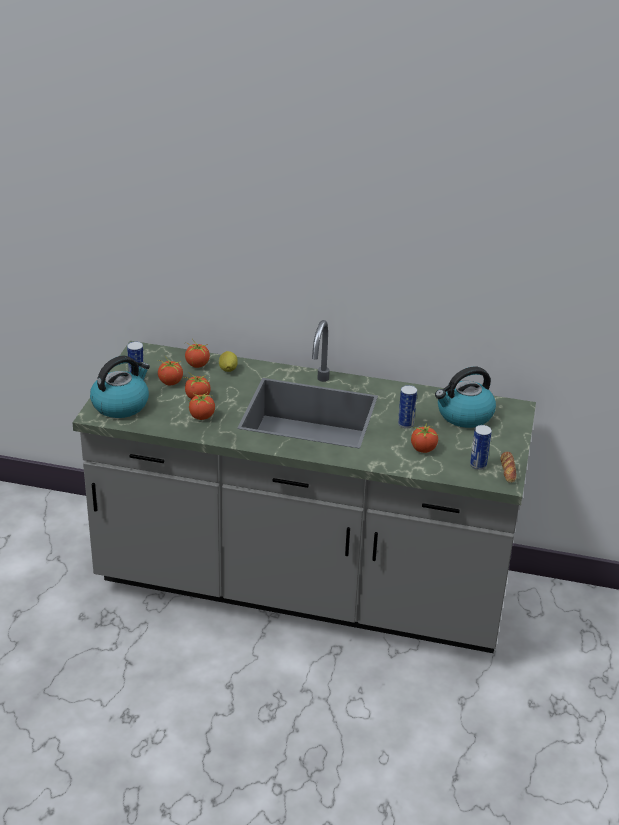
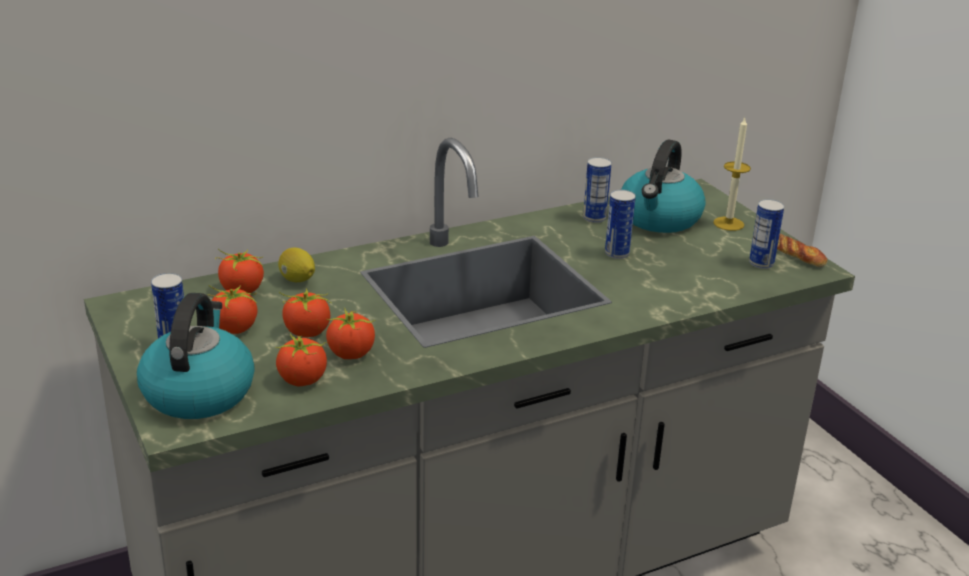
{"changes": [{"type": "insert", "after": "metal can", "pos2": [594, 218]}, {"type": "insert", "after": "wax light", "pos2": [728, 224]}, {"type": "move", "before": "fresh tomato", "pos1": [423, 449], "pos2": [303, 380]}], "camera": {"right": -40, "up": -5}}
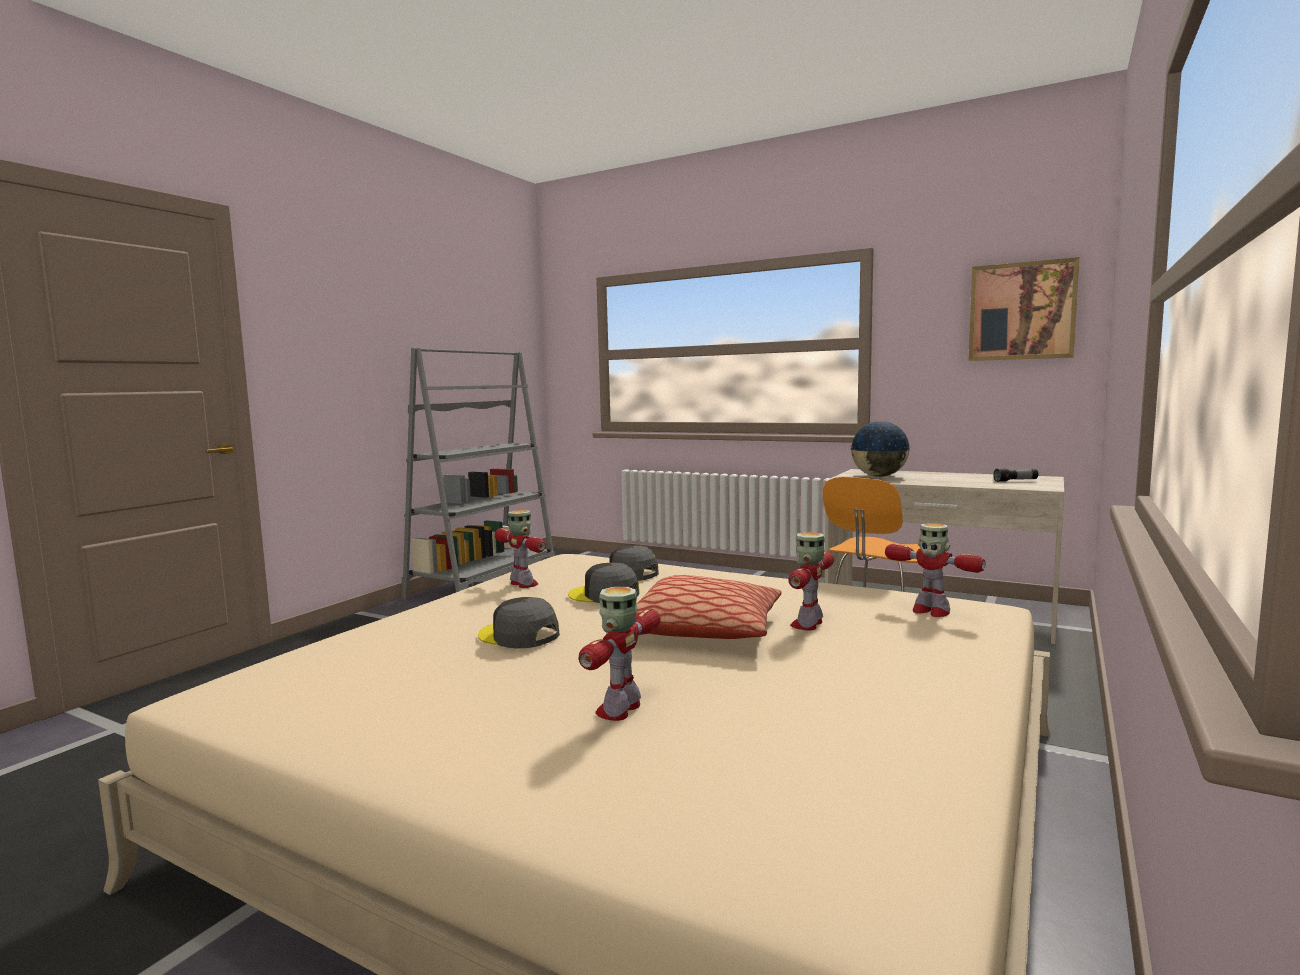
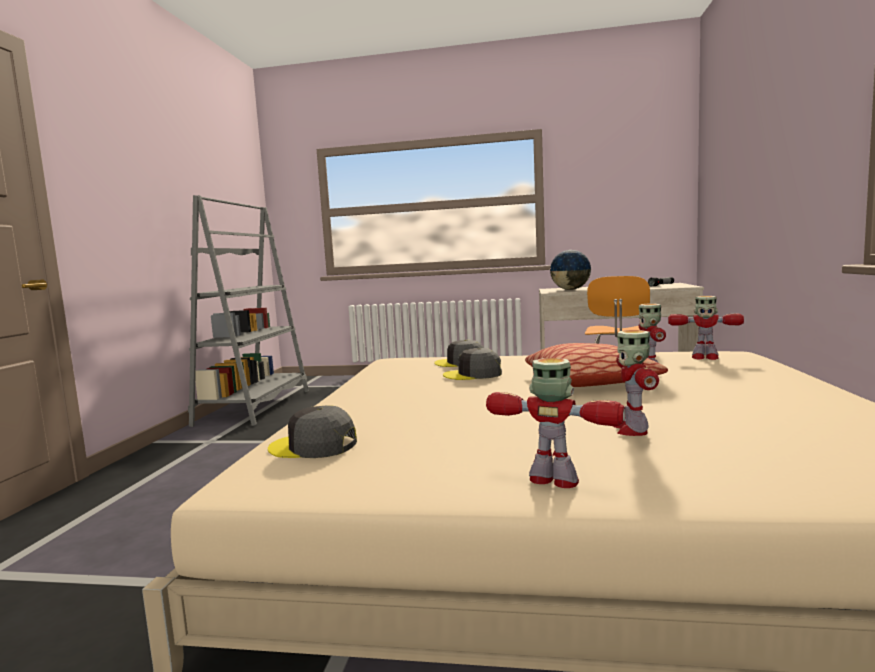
{"changes": [{"type": "delete", "before": "wall art", "pos1": [1022, 311]}, {"type": "move", "before": "peaked cap (greyish)", "pos1": [518, 635], "pos2": [313, 446]}, {"type": "move", "before": "model robot", "pos1": [523, 584], "pos2": [555, 480]}], "camera": {"right": -20, "up": 0}}
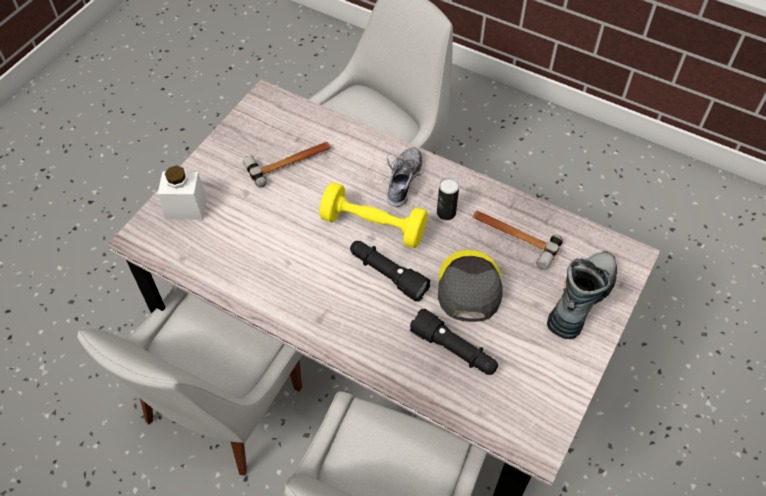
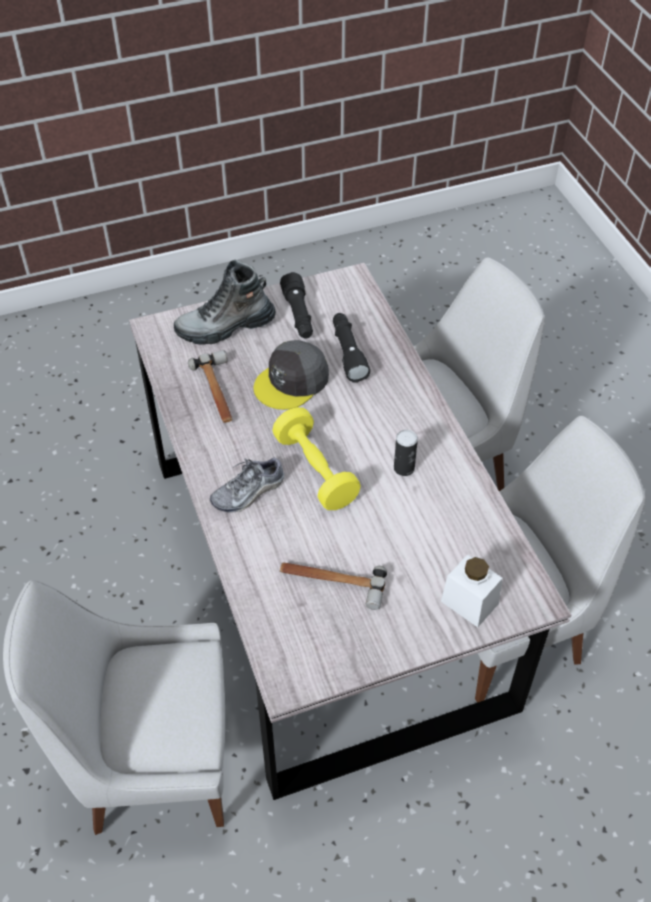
{"changes": [{"type": "move", "before": "hand torch (blackish)", "pos1": [387, 274], "pos2": [298, 315]}, {"type": "move", "before": "metal can", "pos1": [446, 212], "pos2": [404, 468]}], "camera": {"right": -140, "up": -5}}
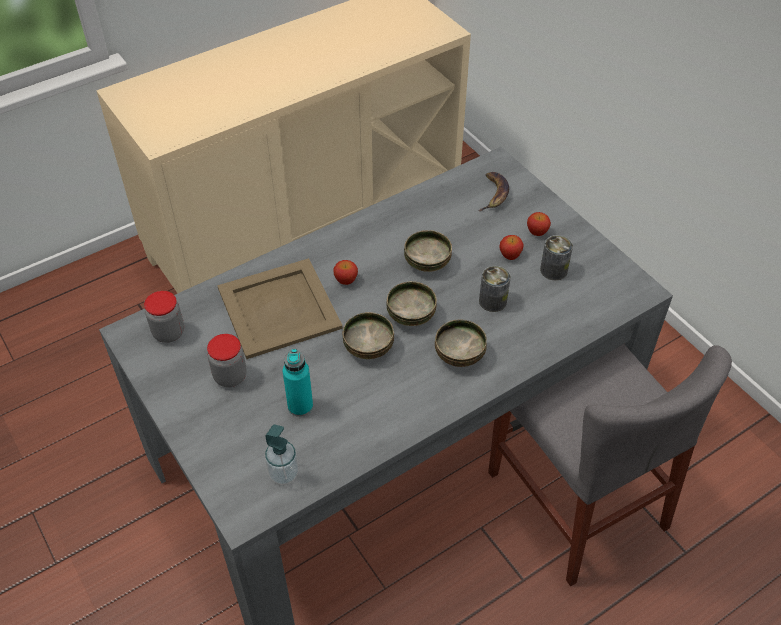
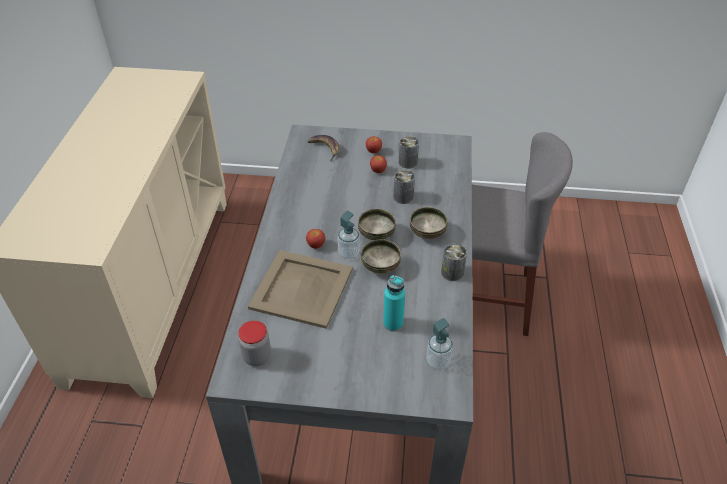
{"changes": [{"type": "delete", "before": "storage jar", "pos1": [230, 376]}, {"type": "delete", "before": "bowl", "pos1": [427, 262]}, {"type": "insert", "after": "soap bottle", "pos2": [349, 253]}, {"type": "insert", "after": "metal can", "pos2": [452, 272]}], "camera": {"right": -50, "up": -5}}
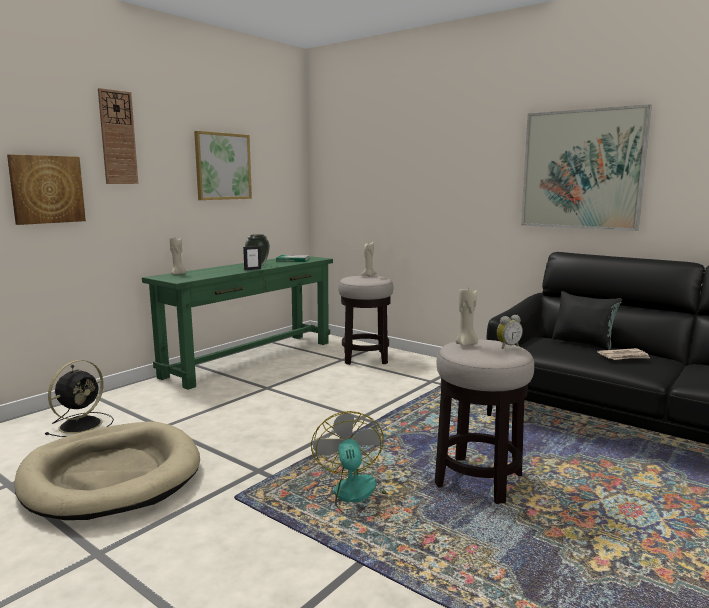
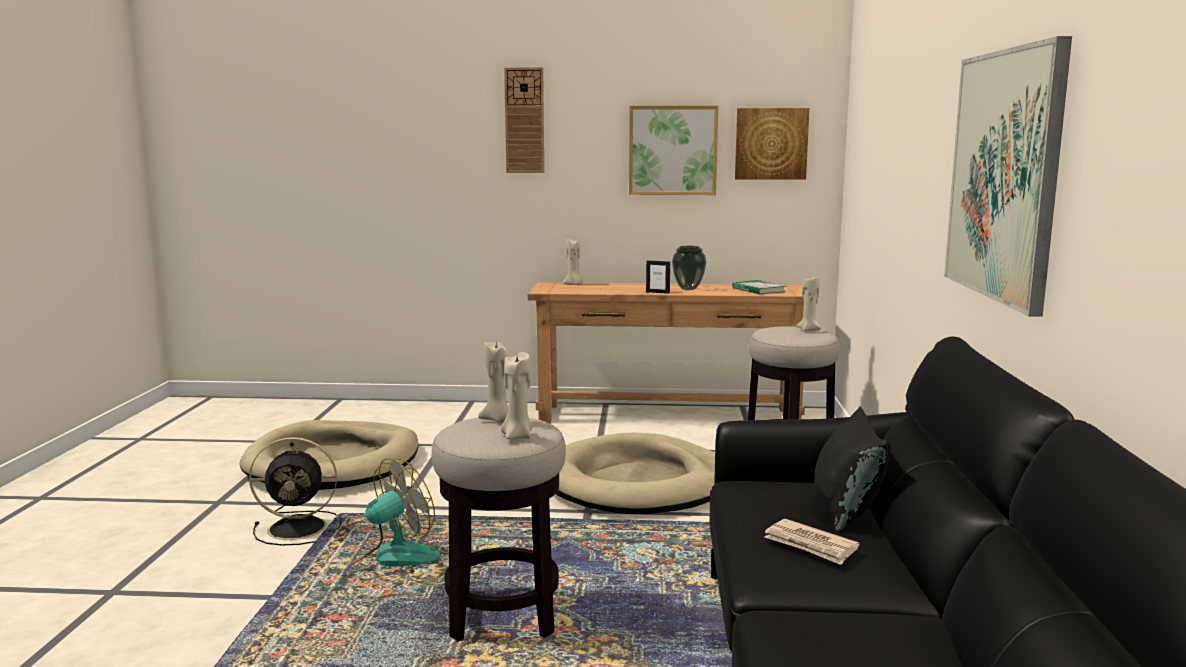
{"changes": [{"type": "insert", "after": "dog cushion (sand-coloured)", "pos2": [638, 483]}, {"type": "move", "before": "wall art", "pos1": [47, 189], "pos2": [771, 144]}, {"type": "move", "before": "electric fan (blackish)", "pos1": [82, 424], "pos2": [300, 528]}, {"type": "replace", "before": "bedside clock", "after": "wax light (sand-coloured)", "pos1": [507, 346], "pos2": [517, 436]}, {"type": "recolor", "before": "hall table (greenish)", "after": "hall table (brown-coloured)", "pos1": [251, 359], "pos2": [668, 416]}], "camera": {"right": 55, "up": 0}}
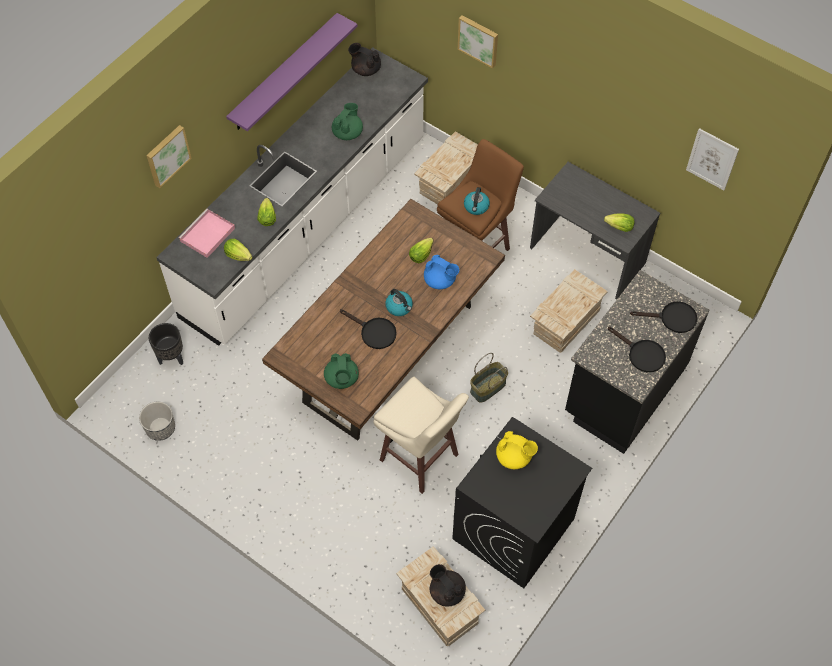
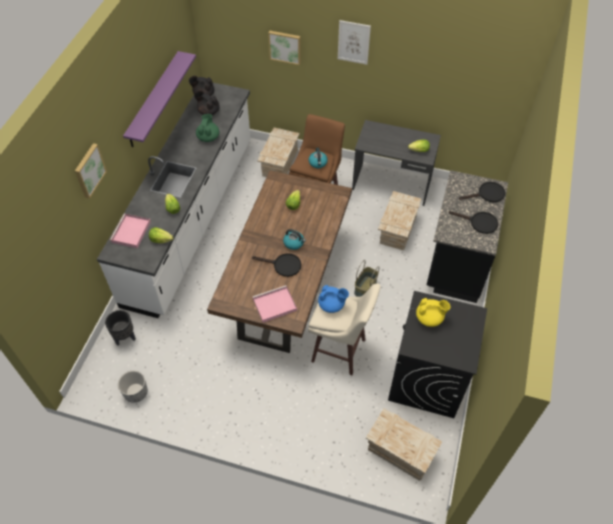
{"changes": [{"type": "move", "before": "pot for tea (bluish)", "pos1": [440, 281], "pos2": [332, 305]}, {"type": "move", "before": "pot for tea (blackish)", "pos1": [446, 591], "pos2": [208, 111]}, {"type": "move", "before": "wall art", "pos1": [712, 159], "pos2": [353, 42]}, {"type": "replace", "before": "pot for tea (greenish)", "after": "serving tray (pink)", "pos1": [342, 379], "pos2": [274, 305]}], "camera": {"right": -20, "up": -5}}
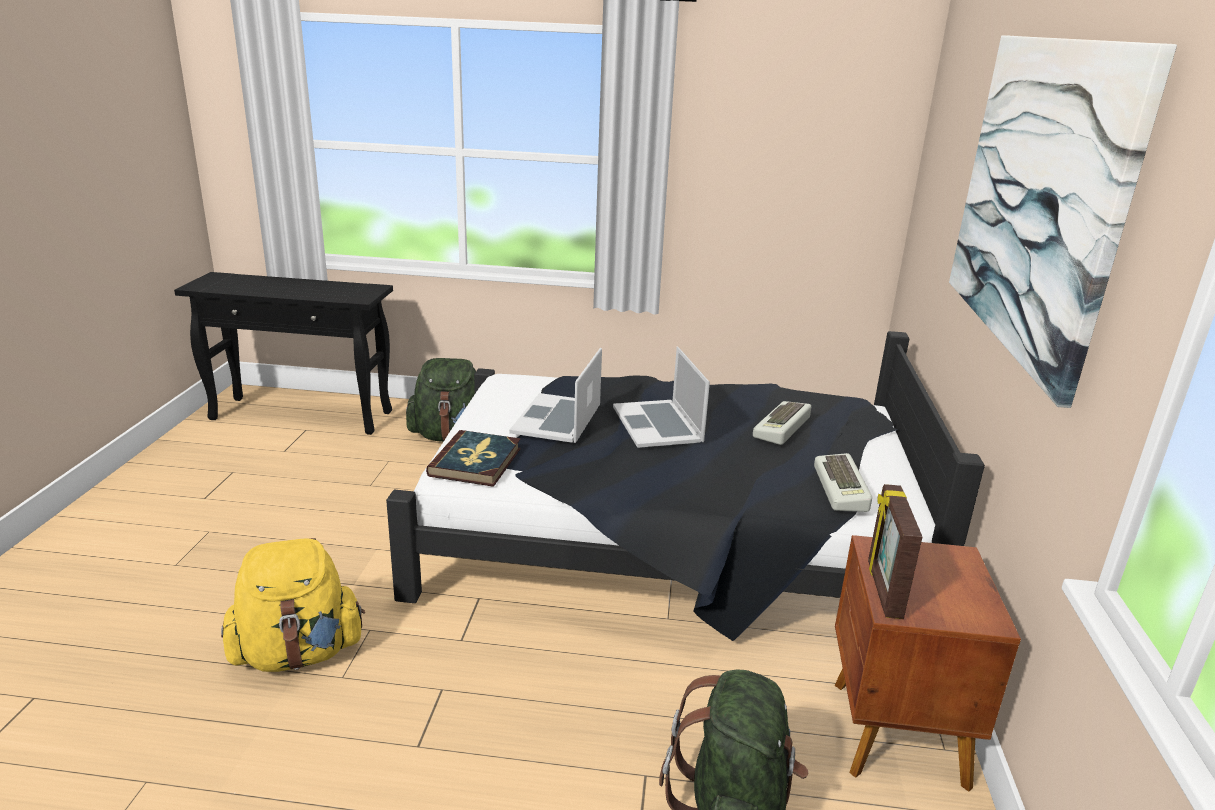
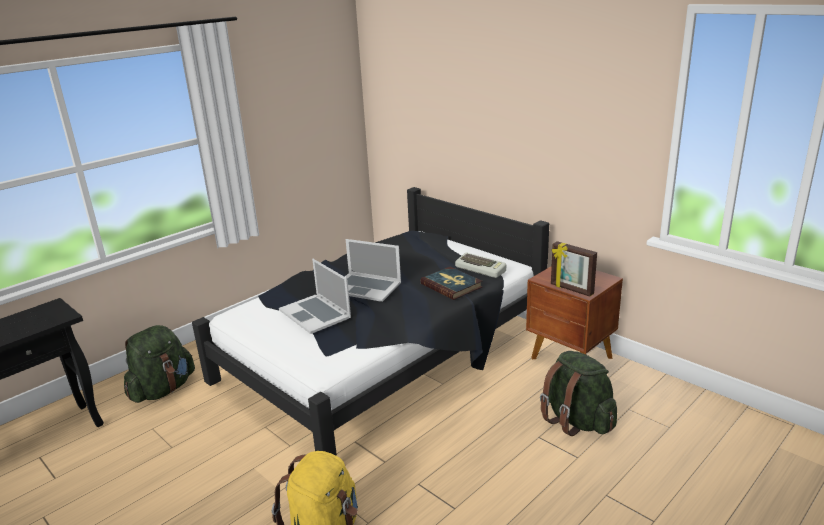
{"changes": [{"type": "delete", "before": "keyboard", "pos1": [783, 428]}, {"type": "delete", "before": "wall art", "pos1": [1037, 197]}, {"type": "move", "before": "volume", "pos1": [476, 462], "pos2": [451, 285]}], "camera": {"right": -50, "up": 0}}
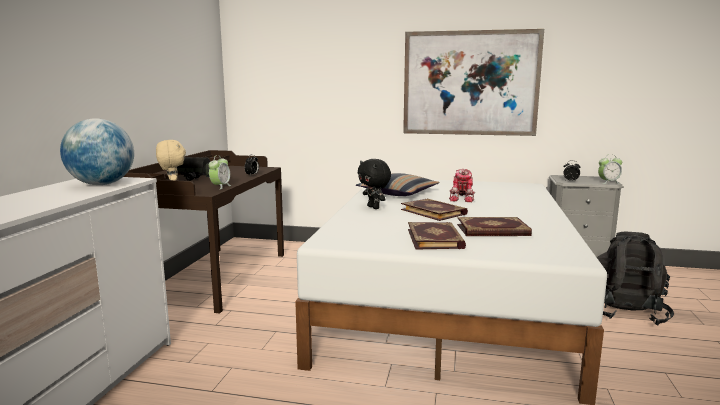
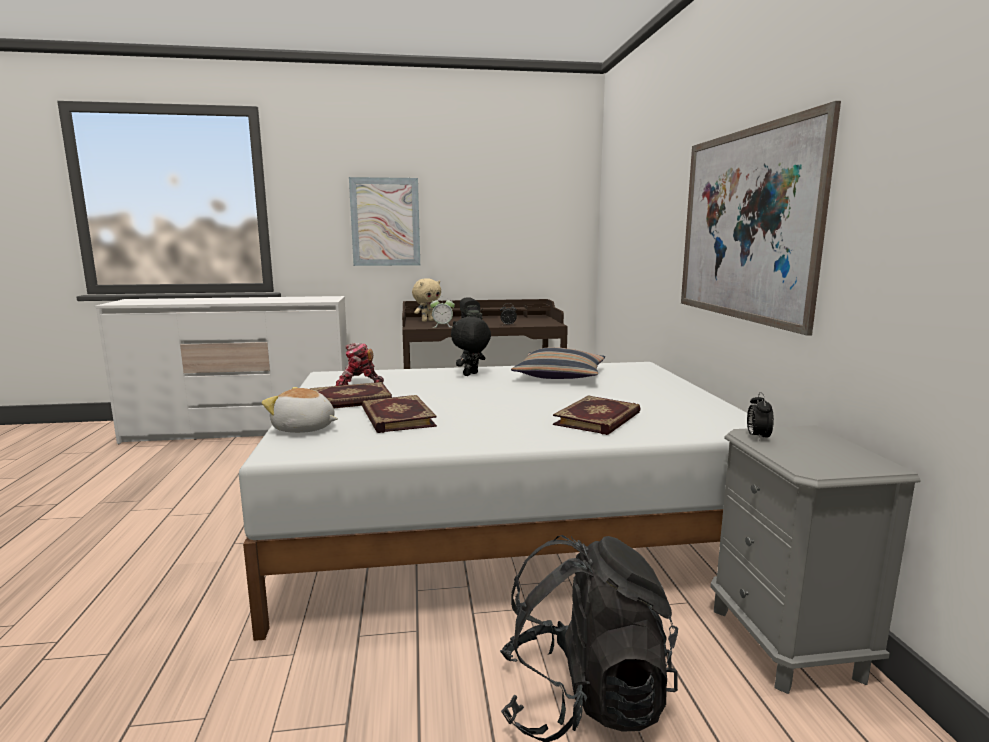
{"changes": [{"type": "delete", "before": "globe", "pos1": [102, 184]}, {"type": "delete", "before": "bedside clock", "pos1": [608, 182]}, {"type": "insert", "after": "cuddly toy", "pos2": [304, 429]}, {"type": "insert", "after": "wall art", "pos2": [385, 222]}, {"type": "move", "before": "volume", "pos1": [434, 212], "pos2": [599, 419]}, {"type": "move", "before": "model robot", "pos1": [462, 198], "pos2": [358, 383]}], "camera": {"right": 70, "up": 0}}
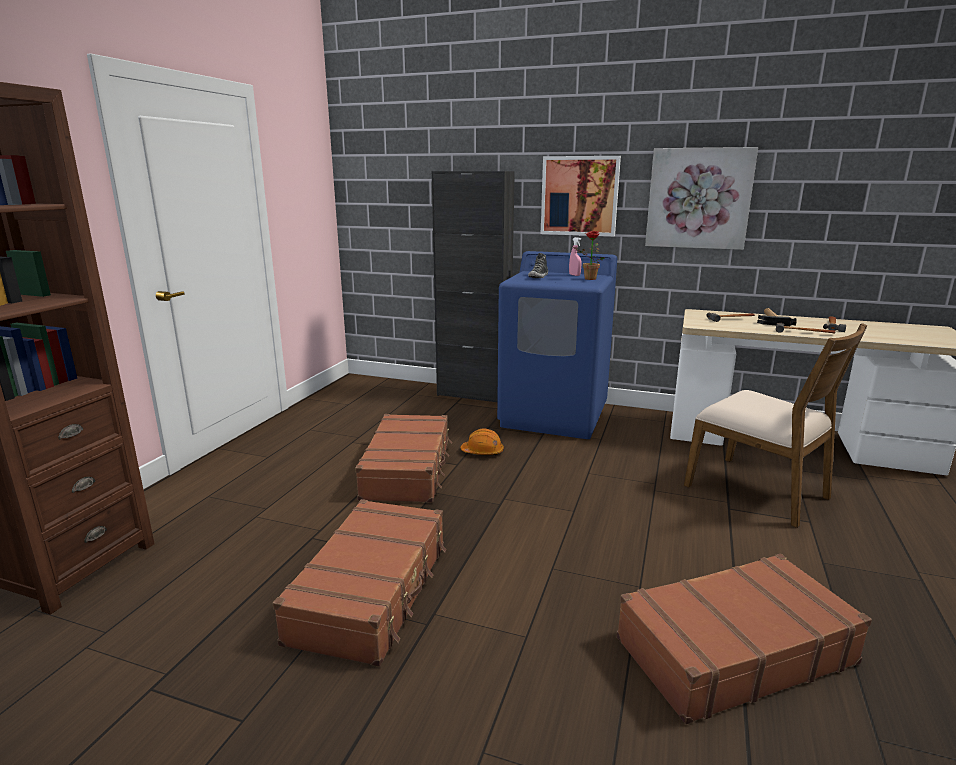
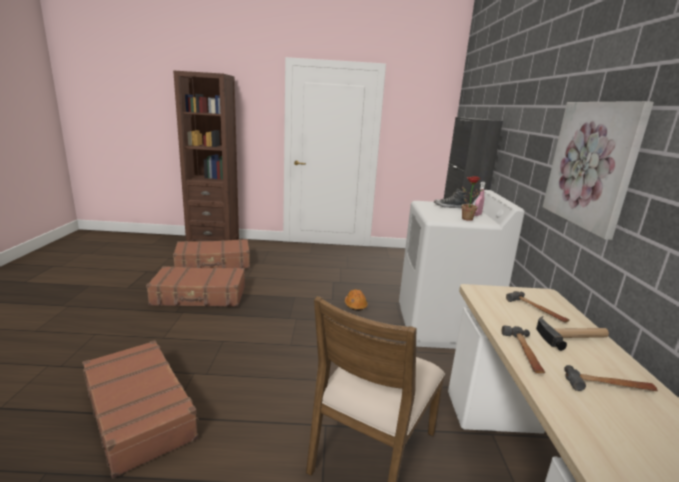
{"changes": [{"type": "delete", "before": "wall art", "pos1": [579, 196]}, {"type": "move", "before": "travel case (brown-coloured)", "pos1": [408, 469], "pos2": [213, 263]}, {"type": "recolor", "before": "laundry appliance (bluish)", "after": "laundry appliance (whitish)", "pos1": [554, 416], "pos2": [442, 327]}], "camera": {"right": 70, "up": 0}}
